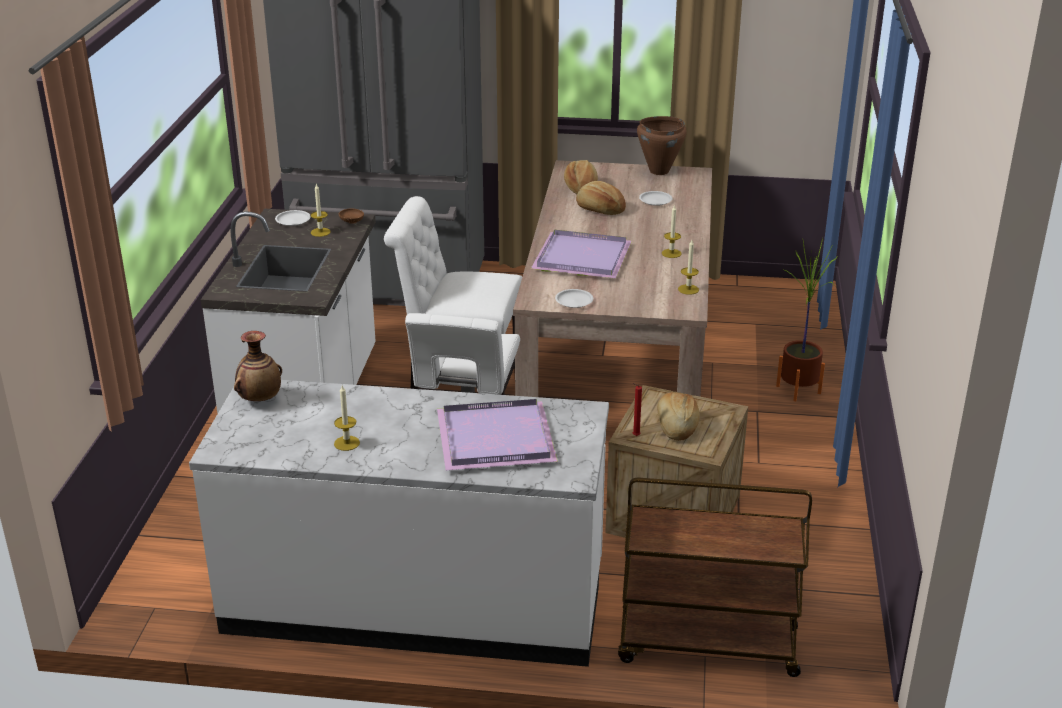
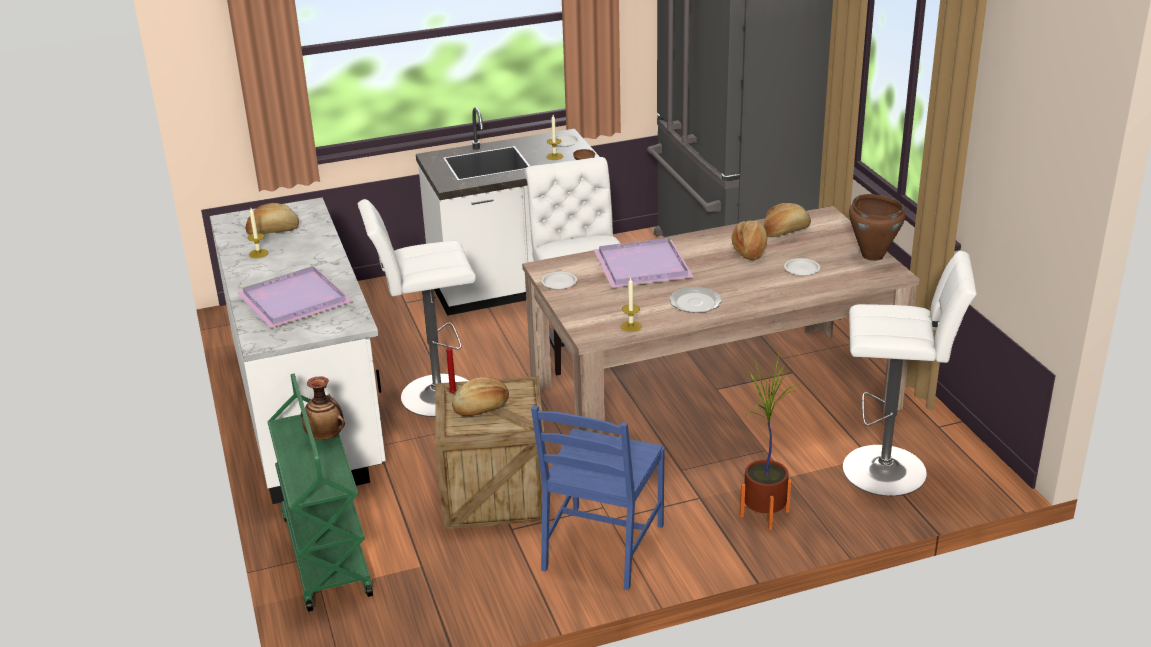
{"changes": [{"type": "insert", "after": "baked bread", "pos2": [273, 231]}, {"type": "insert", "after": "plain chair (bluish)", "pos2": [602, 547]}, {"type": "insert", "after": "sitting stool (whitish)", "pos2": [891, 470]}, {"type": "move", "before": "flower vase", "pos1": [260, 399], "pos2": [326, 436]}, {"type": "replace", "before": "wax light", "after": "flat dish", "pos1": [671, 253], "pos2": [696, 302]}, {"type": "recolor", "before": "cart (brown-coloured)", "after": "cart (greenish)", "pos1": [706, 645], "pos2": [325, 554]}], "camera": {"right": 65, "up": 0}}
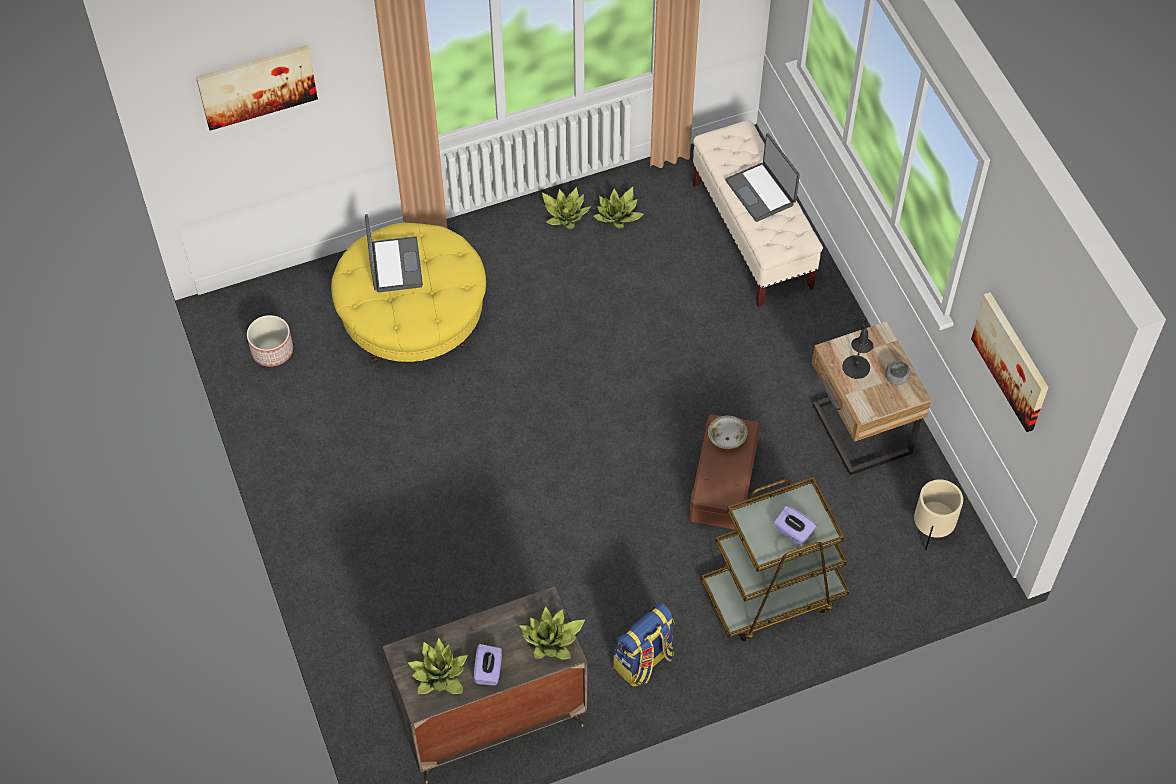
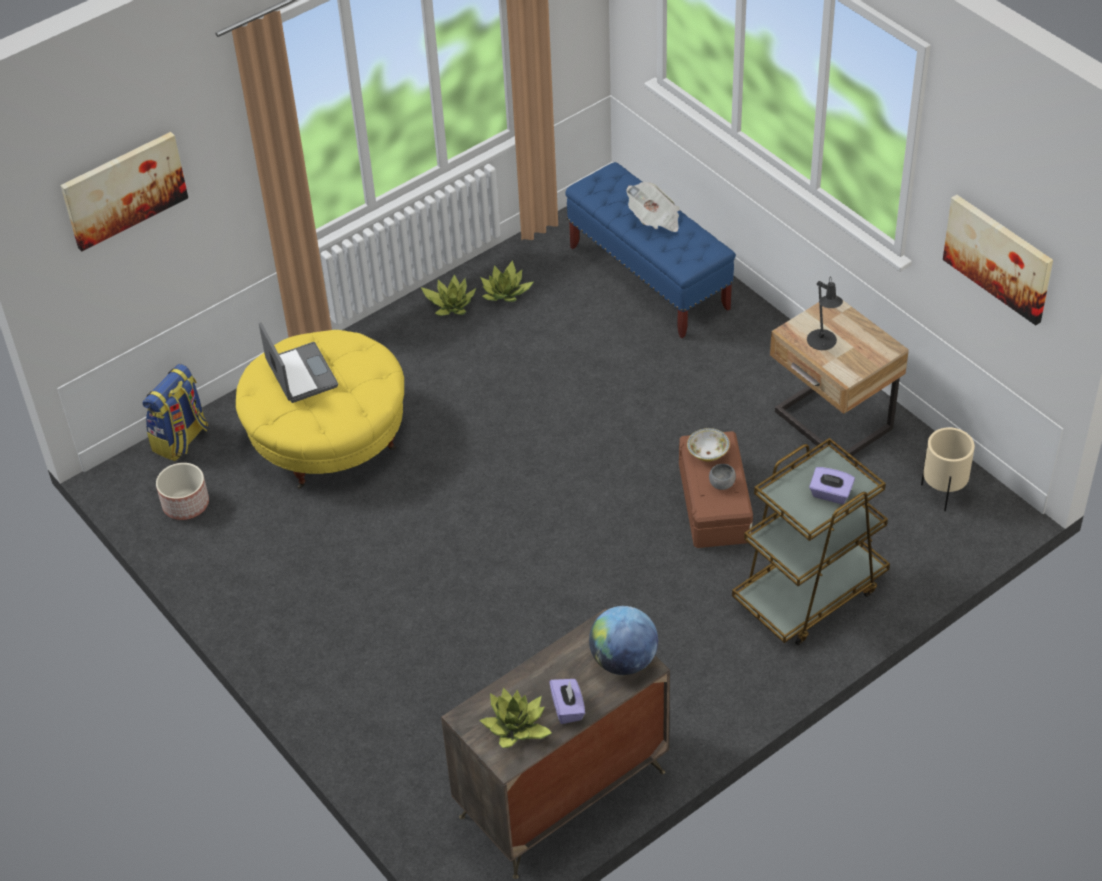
{"changes": [{"type": "move", "before": "rucksack", "pos1": [644, 661], "pos2": [181, 440]}, {"type": "move", "before": "bowl (greyish)", "pos1": [896, 378], "pos2": [721, 484]}, {"type": "replace", "before": "houseplant", "after": "globe", "pos1": [551, 640], "pos2": [623, 660]}, {"type": "replace", "before": "laptop", "after": "printed paper", "pos1": [761, 192], "pos2": [654, 219]}, {"type": "recolor", "before": "long seat (sand-coloured)", "after": "long seat (bluish)", "pos1": [752, 236], "pos2": [649, 278]}], "camera": {"right": -15, "up": -10}}
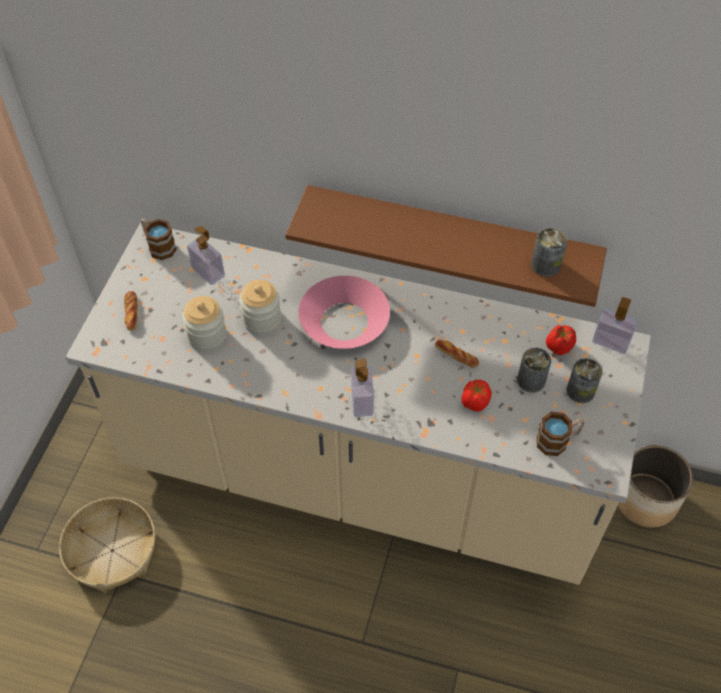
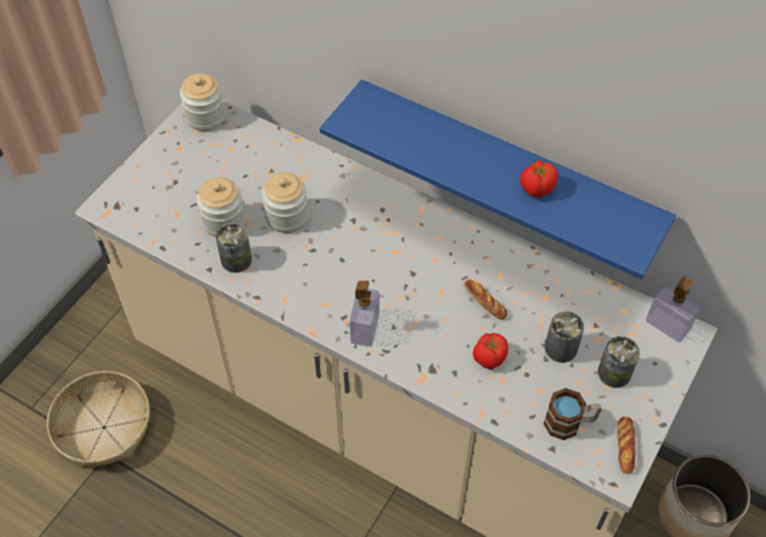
{"changes": [{"type": "delete", "before": "soap bottle", "pos1": [208, 272]}, {"type": "delete", "before": "bowl (pink)", "pos1": [344, 321]}, {"type": "move", "before": "baked bread", "pos1": [132, 312], "pos2": [625, 447]}, {"type": "move", "before": "metal can", "pos1": [545, 265], "pos2": [236, 260]}, {"type": "move", "before": "fresh tomato", "pos1": [558, 346], "pos2": [536, 188]}, {"type": "replace", "before": "coffee mug", "after": "storage jar", "pos1": [158, 246], "pos2": [205, 117]}, {"type": "recolor", "before": "shelf (brown-coloured)", "after": "shelf (bluish)", "pos1": [450, 240], "pos2": [506, 171]}], "camera": {"right": 15, "up": 0}}
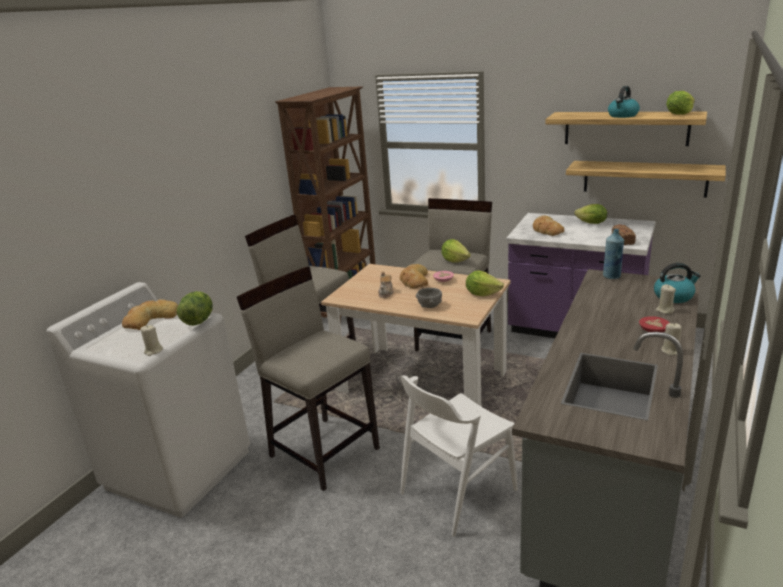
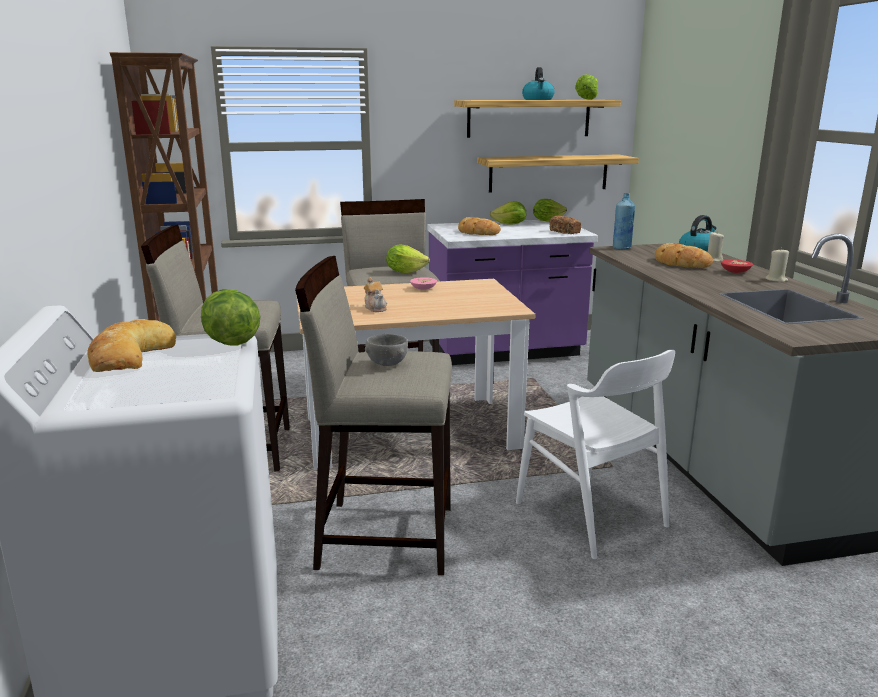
{"changes": [{"type": "delete", "before": "wax light (sand-coloured)", "pos1": [153, 351]}, {"type": "move", "before": "baked bread", "pos1": [414, 280], "pos2": [680, 263]}, {"type": "move", "before": "bowl (greyish)", "pos1": [429, 306], "pos2": [387, 363]}, {"type": "move", "before": "lettuce", "pos1": [482, 294], "pos2": [547, 221]}, {"type": "rotate", "before": "plain chair (whitish)", "pos1": [457, 491], "pos2": [591, 514], "turn": -45}], "camera": {"right": -40, "up": -5}}
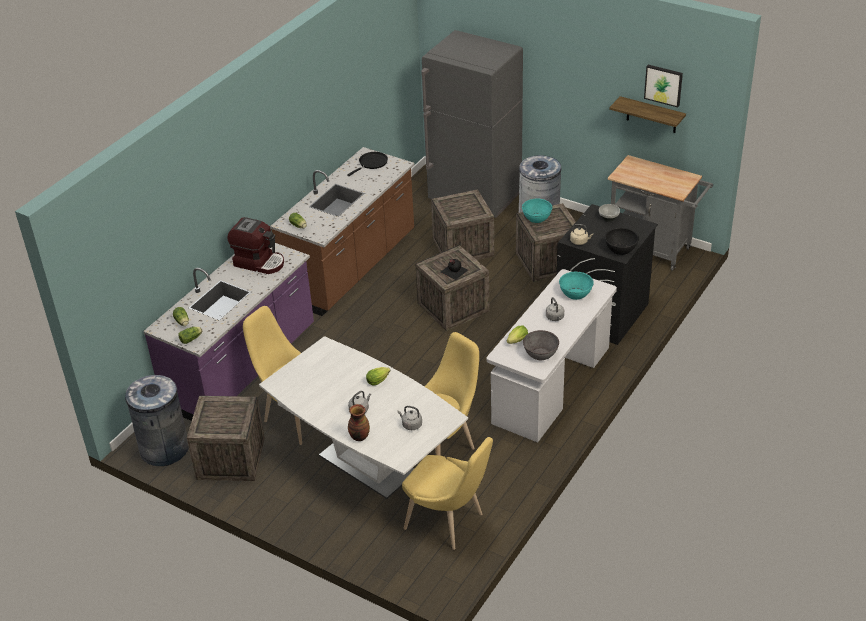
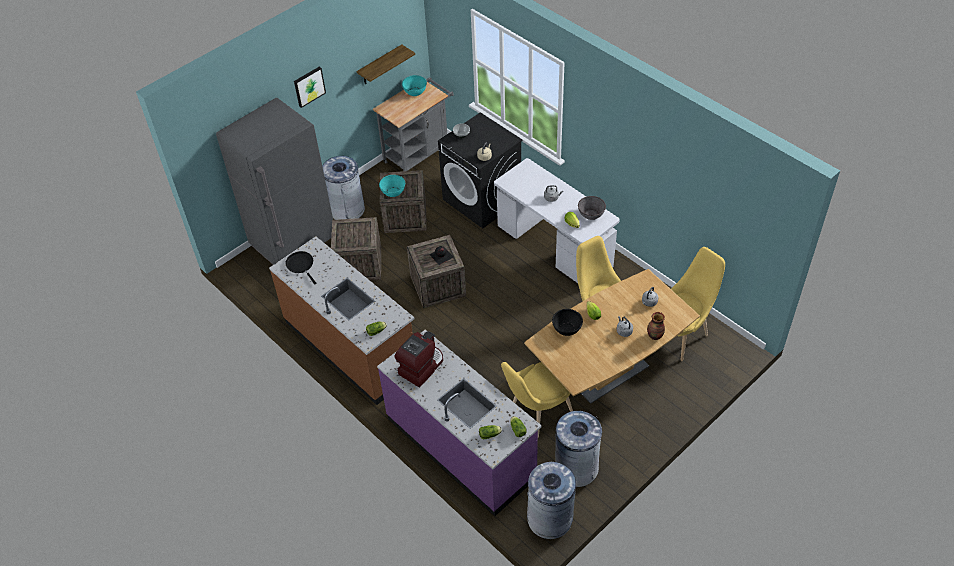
{"changes": [{"type": "move", "before": "bowl (turquoise-coloured)", "pos1": [575, 294], "pos2": [415, 92]}, {"type": "move", "before": "bowl (blackish)", "pos1": [620, 249], "pos2": [567, 329]}, {"type": "move", "before": "wall art", "pos1": [663, 85], "pos2": [309, 86]}, {"type": "replace", "before": "shipping crate", "after": "trash can (greyish)", "pos1": [230, 458], "pos2": [576, 467]}, {"type": "recolor", "before": "dinner table (whitish)", "after": "dinner table (brown-coloured)", "pos1": [368, 464], "pos2": [608, 372]}], "camera": {"right": -75, "up": 10}}
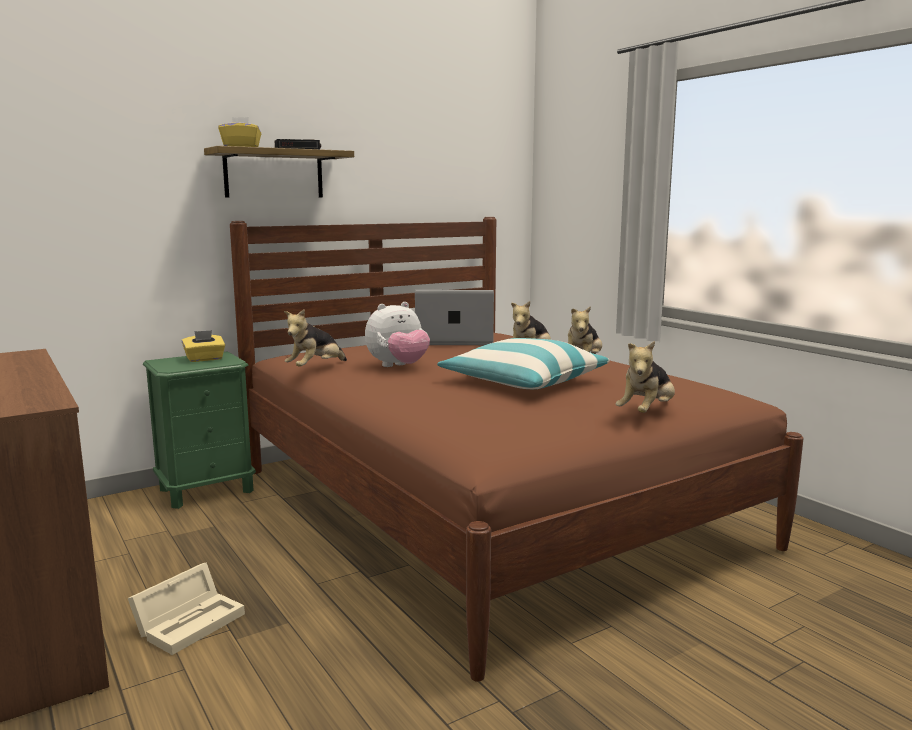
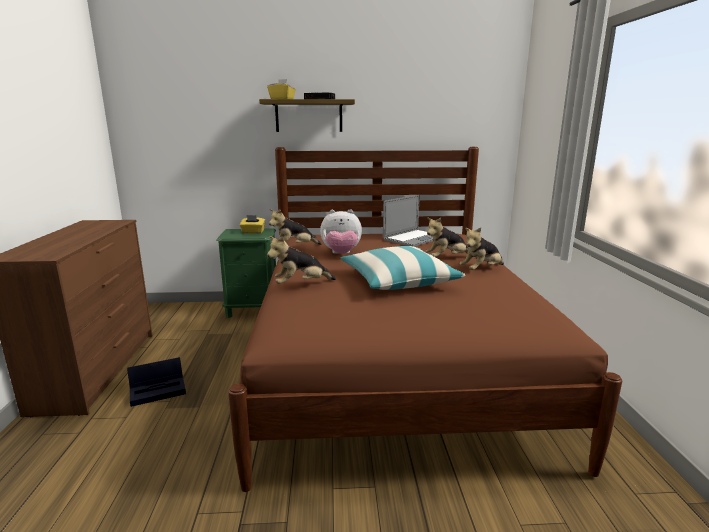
{"changes": [{"type": "move", "before": "cuddly toy", "pos1": [647, 413], "pos2": [301, 284]}, {"type": "recolor", "before": "storage bin (sand-coloured)", "after": "storage bin (blackish)", "pos1": [191, 621], "pos2": [159, 389]}, {"type": "rotate", "before": "laptop", "pos1": [454, 340], "pos2": [414, 238], "turn": 105}], "camera": {"right": 30, "up": 5}}
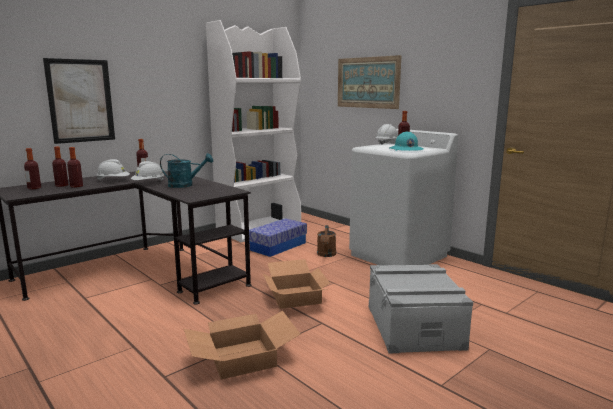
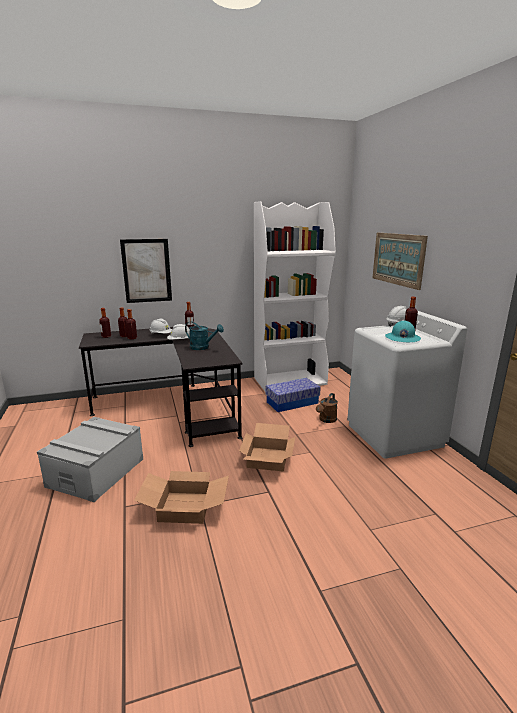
{"changes": [{"type": "move", "before": "storage bin (greyish)", "pos1": [414, 327], "pos2": [96, 472]}], "camera": {"right": 25, "up": 5}}
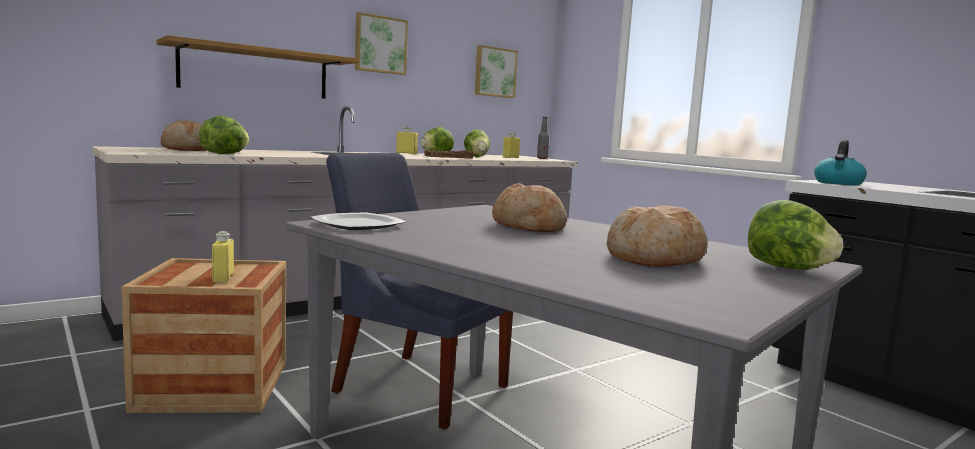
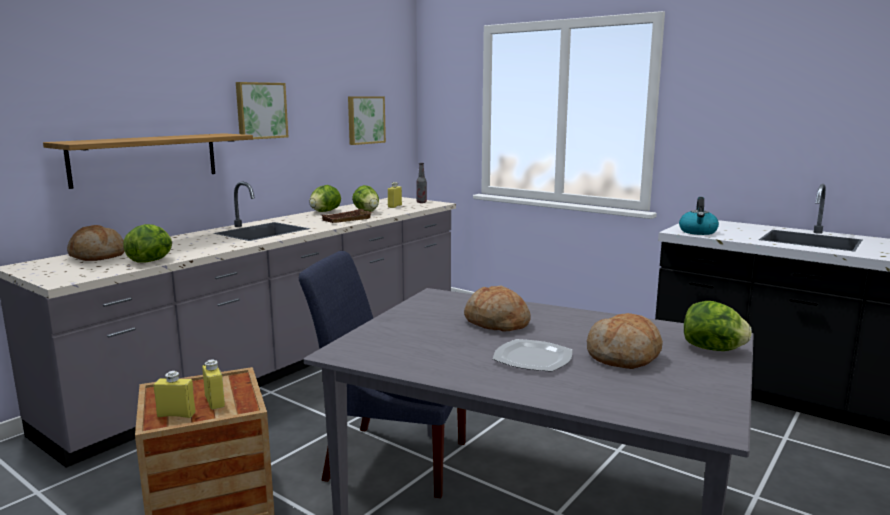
{"changes": [{"type": "move", "before": "flat dish", "pos1": [358, 224], "pos2": [532, 358]}, {"type": "move", "before": "bottle (yellow)", "pos1": [406, 153], "pos2": [176, 415]}], "camera": {"right": -15, "up": 5}}
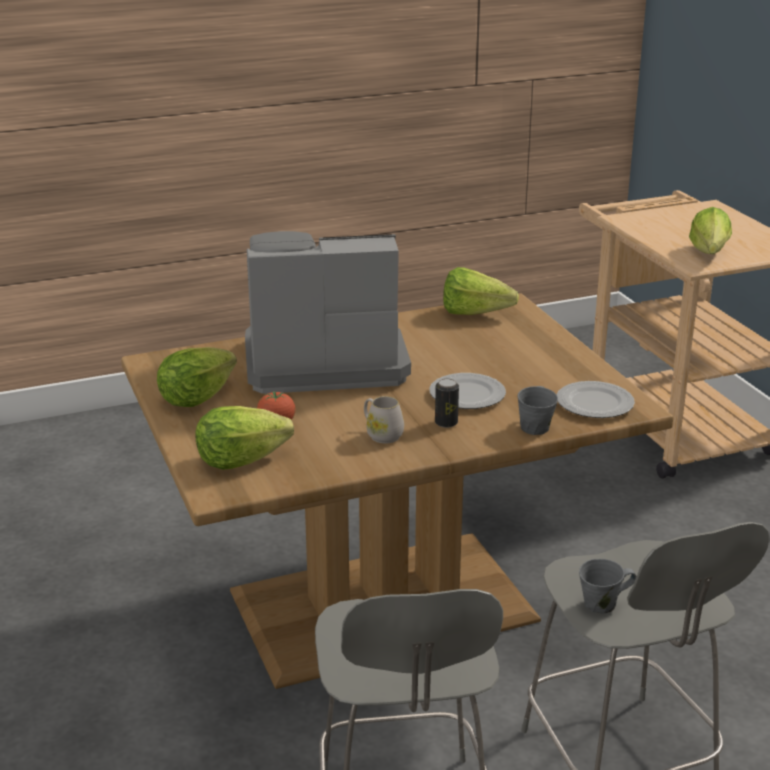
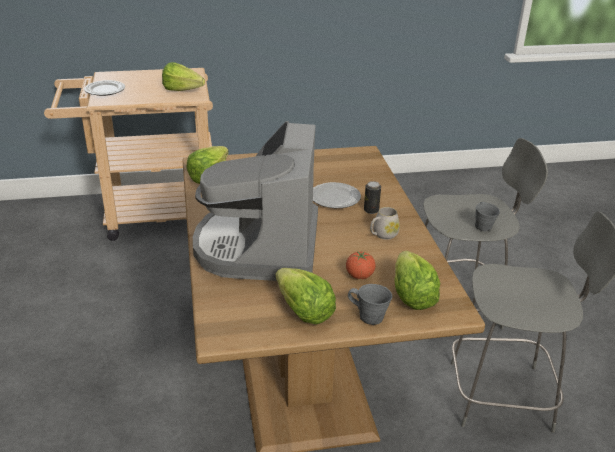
{"changes": [{"type": "move", "before": "coffee mug (greyish)", "pos1": [535, 427], "pos2": [369, 317]}, {"type": "move", "before": "flat dish", "pos1": [594, 404], "pos2": [105, 90]}], "camera": {"right": -80, "up": 5}}
